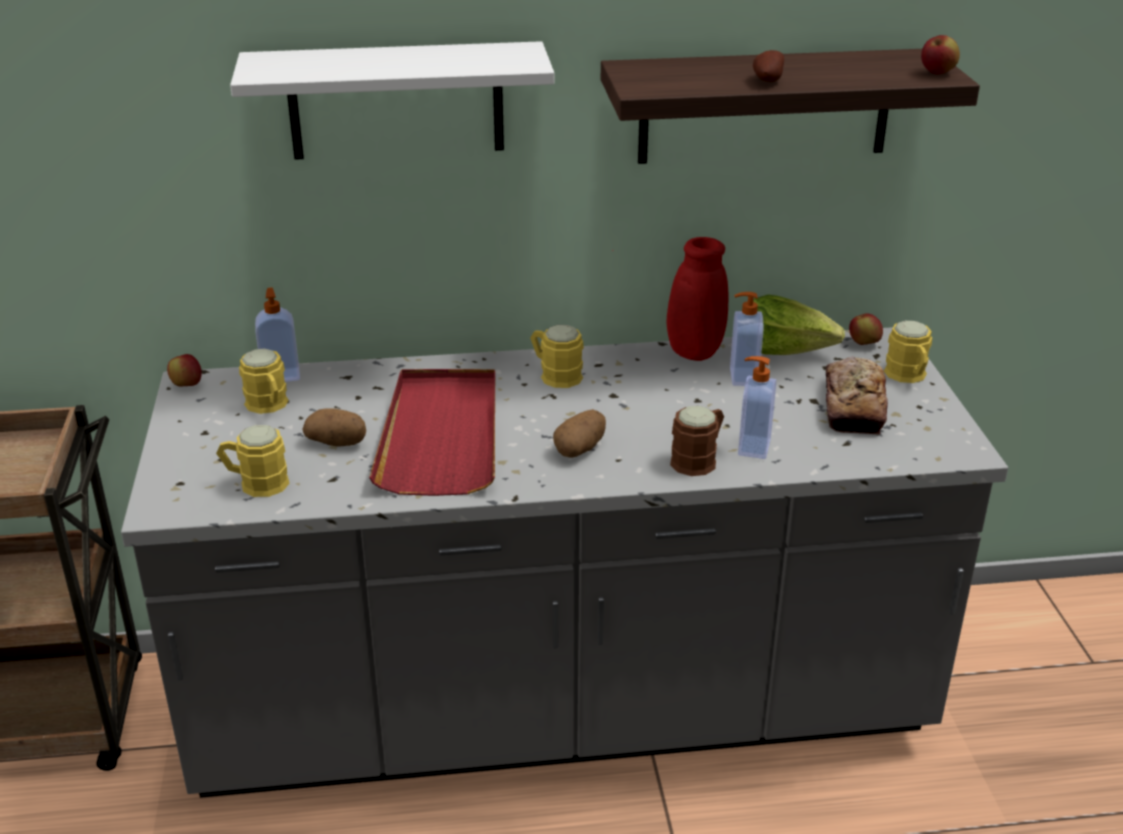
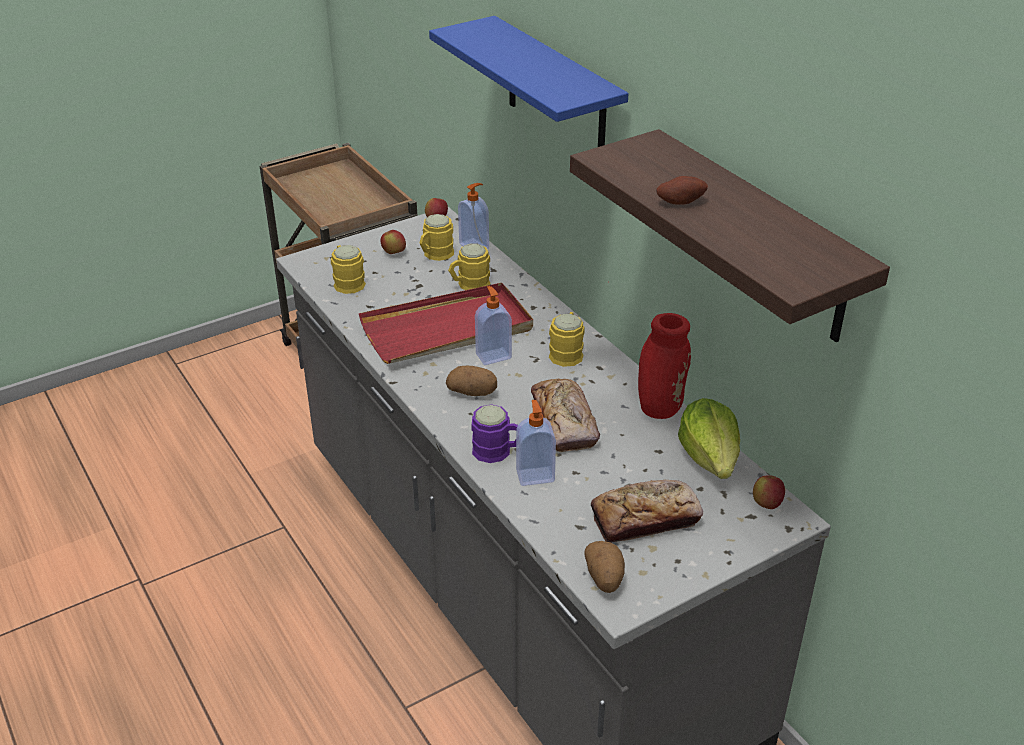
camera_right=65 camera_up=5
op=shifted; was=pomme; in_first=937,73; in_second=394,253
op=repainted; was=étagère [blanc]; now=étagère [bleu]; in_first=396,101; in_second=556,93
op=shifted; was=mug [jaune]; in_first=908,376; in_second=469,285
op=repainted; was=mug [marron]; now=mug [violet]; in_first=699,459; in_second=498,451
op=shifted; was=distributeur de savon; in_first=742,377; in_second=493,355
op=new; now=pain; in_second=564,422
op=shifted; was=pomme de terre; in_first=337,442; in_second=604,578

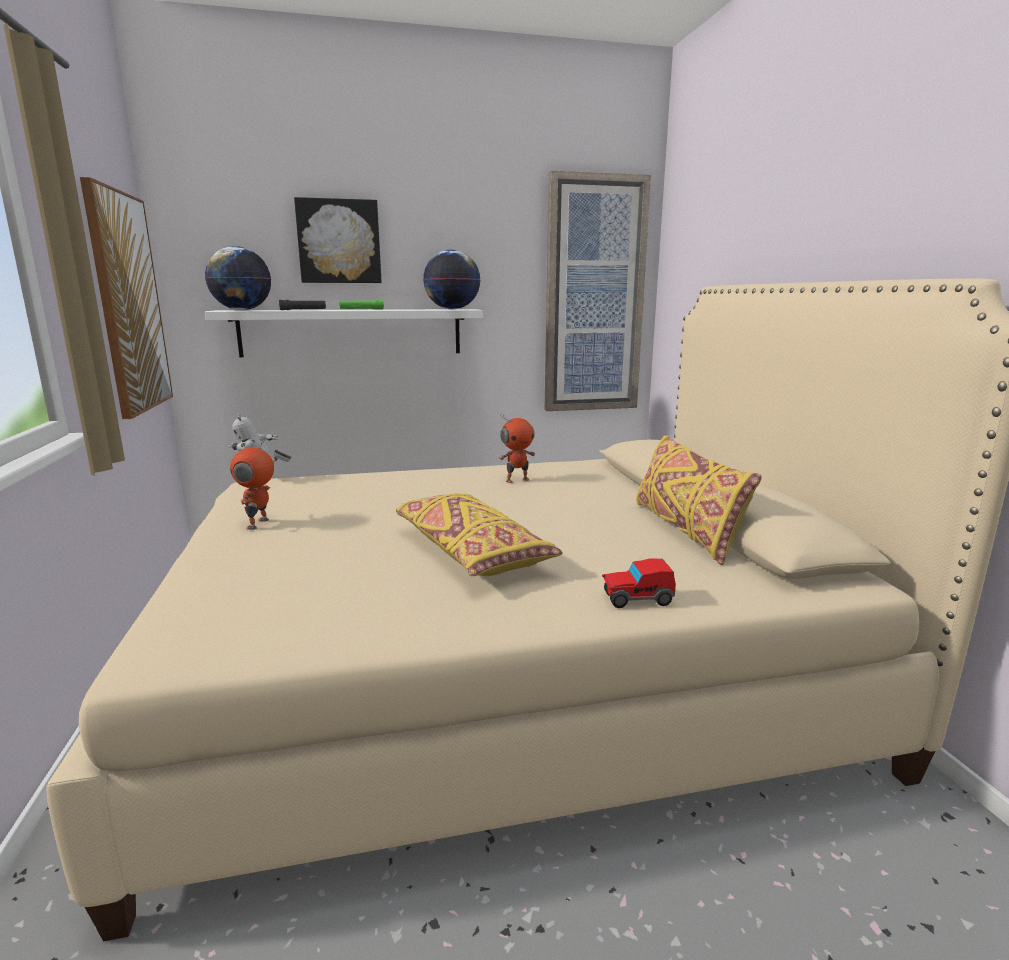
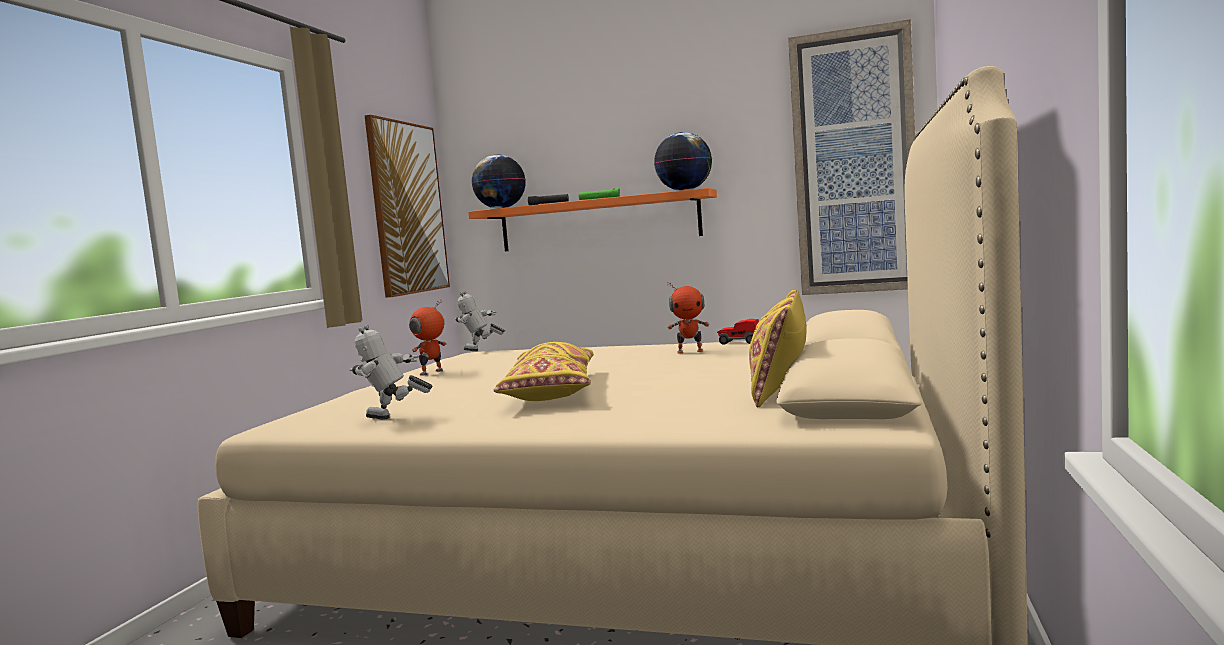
camera_right=30 camera_up=-10
op=new; now=robot jouet; in_second=393,419
op=repainted; was=étagère [blanc]; now=étagère [orange]; in_first=352,332; in_second=598,222
op=shifted; was=petite voiture; in_first=636,599; in_second=739,342
op=gone; was=tableau; in_first=339,242

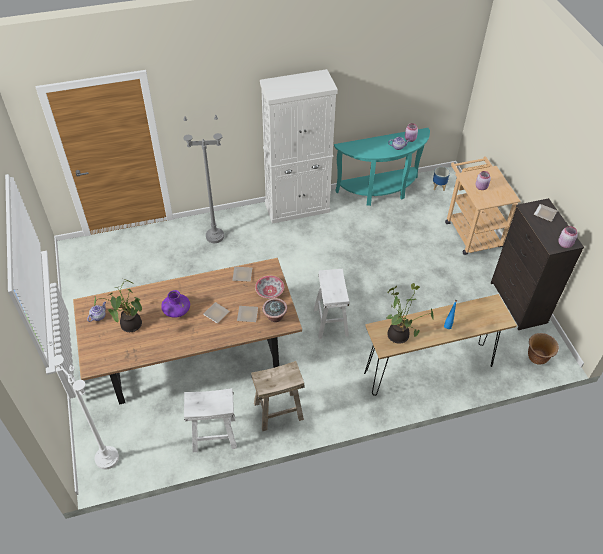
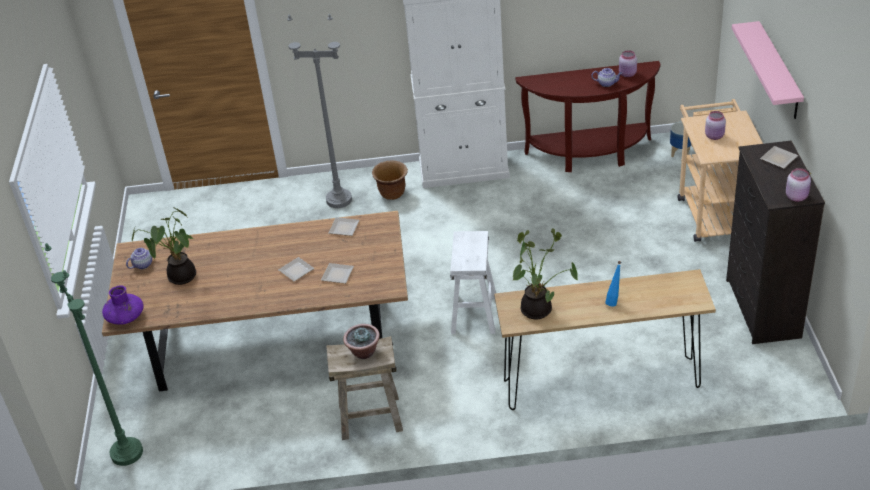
camera_right=15 camera_up=-10
op=repainted; was=lampadaire [blanc]; now=lampadaire [vert]; in_first=107,458; in_second=127,453
op=shifted; was=vase [violet]; in_first=176,310; in_second=125,317
op=shifted; was=plante en pot; in_first=275,317; in_second=363,352
op=shifted; was=cache-pot [marron]; in_first=537,358; in_second=392,194
op=repainted; was=table console [turquoise]; now=table console [marron]; in_first=380,191; in_second=590,155
op=new; now=étagère [rose]; in_second=779,71
op=gone; was=tabouret [blanc]; in_first=214,435
op=gone; was=bol; in_first=269,291

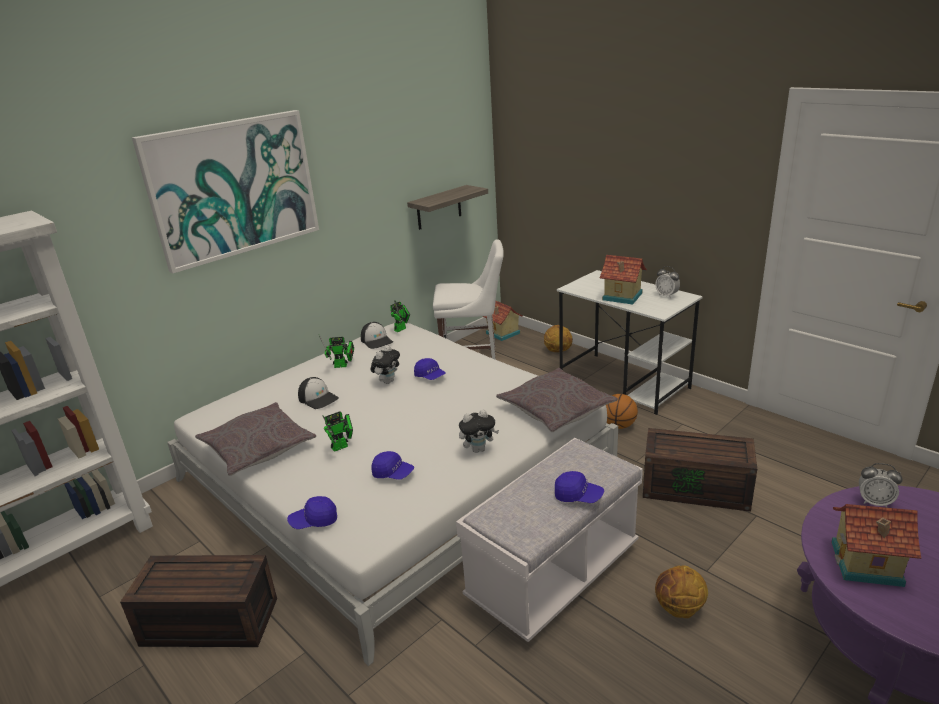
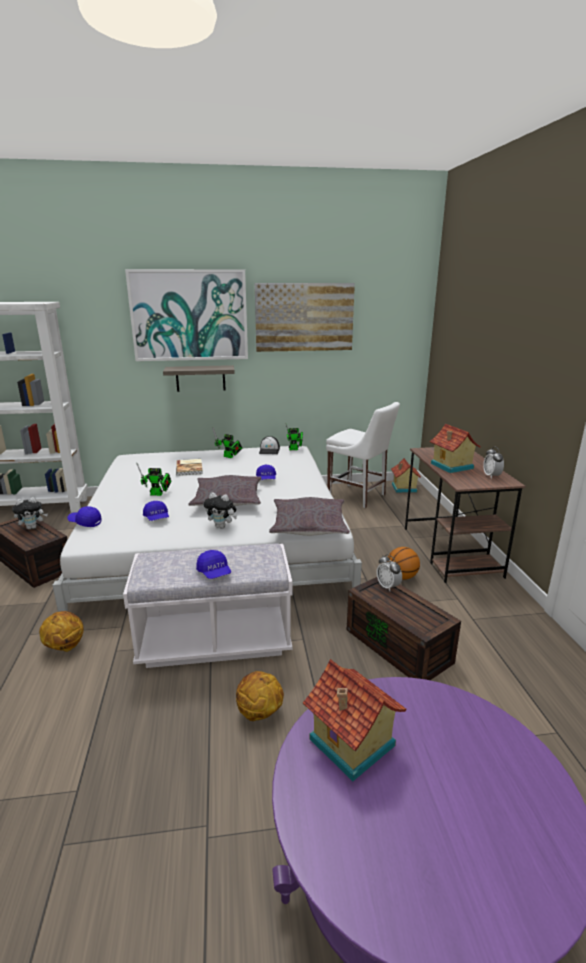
camera_right=35 camera_up=-5
op=shifted; was=peluche; in_first=387,381; in_second=32,527
op=shifted; was=ballon de basket; in_first=557,351; in_second=65,646
op=shifted; was=étagère; in_first=439,207; in_second=200,378
op=swapped; was=casquette; now=livre; in_first=318,398; in_second=190,468
op=shifted; was=coussin [gris]; in_first=257,447; in_second=227,499
op=new; now=tableau; in_second=304,317
op=shifted; was=réveil; in_first=874,502; in_second=388,586
op=repainted; was=bureau [blanc]; now=bureau [marron]; in_first=624,383; in_second=451,551

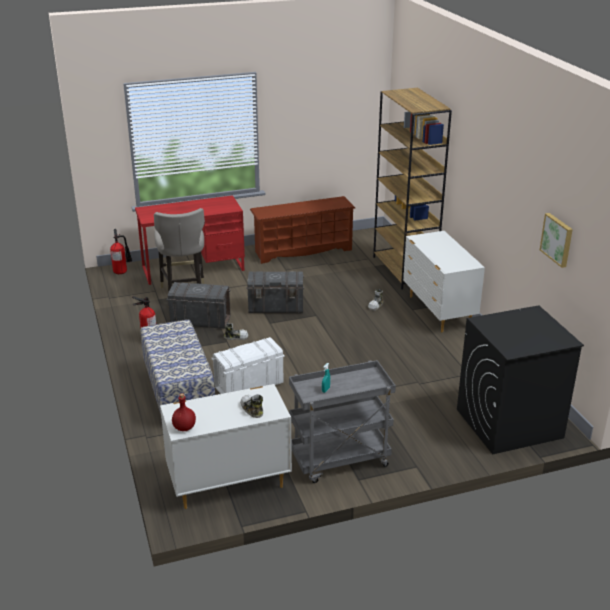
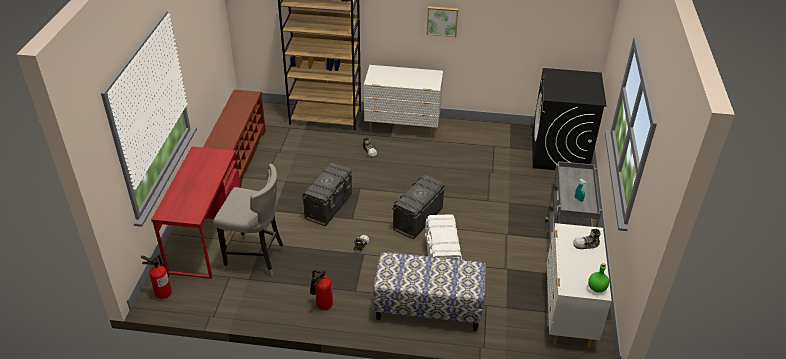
camera_right=-65 camera_up=10
op=shifted; was=boîte de rangement [gris]; in_first=200,320; in_second=417,219
op=shifted; was=tableau; in_first=557,239; in_second=442,21
op=repainted; was=bouteille [rouge]; now=bouteille [vert]; in_first=184,427; in_second=596,288

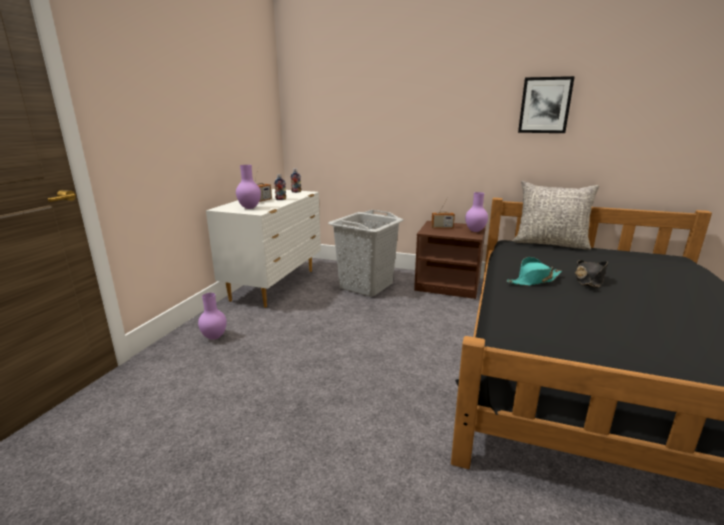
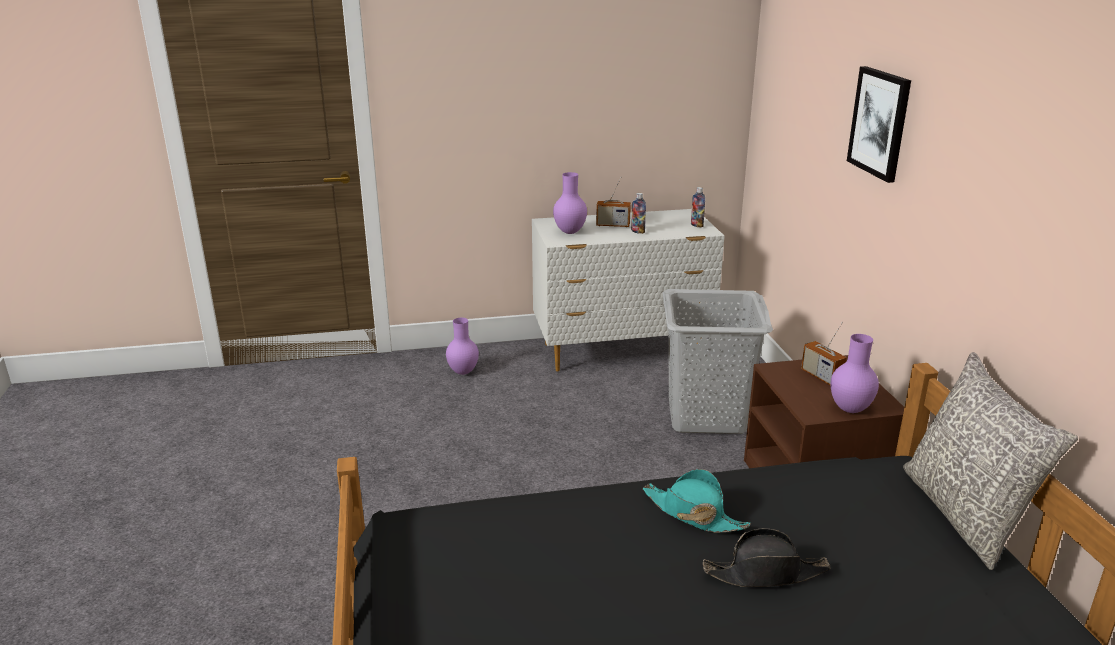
camera_right=60 camera_up=5
op=shifted; was=tableau; in_first=545,105; in_second=880,123

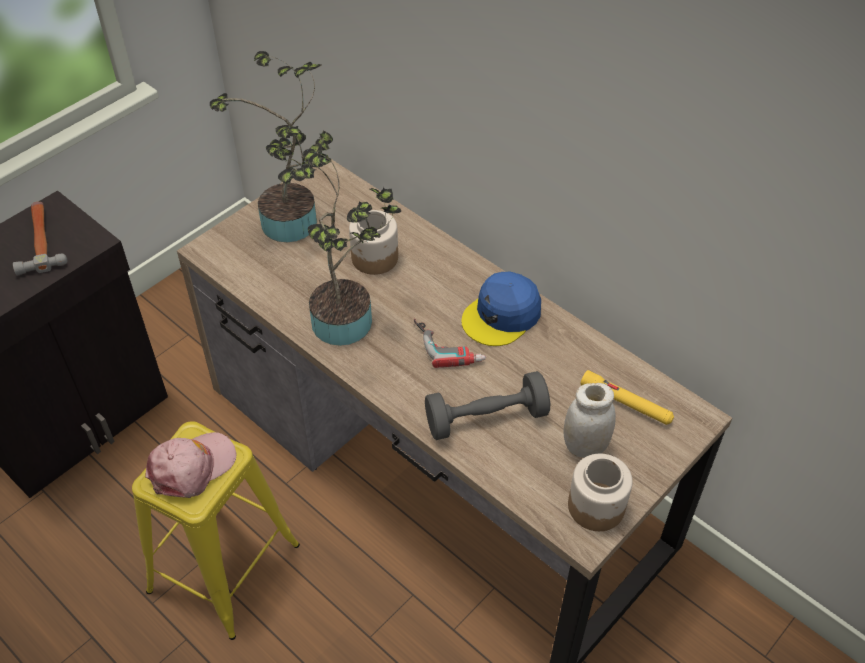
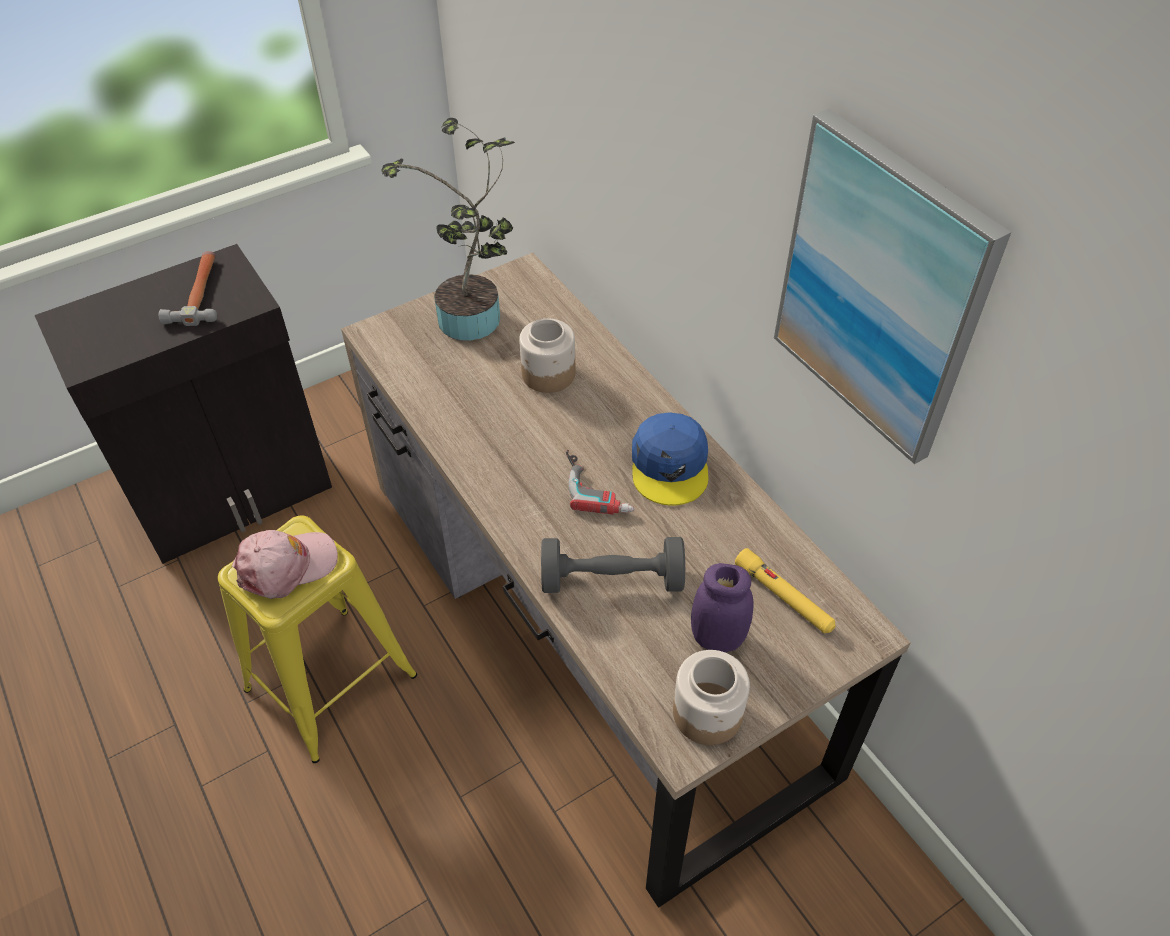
camera_right=15 camera_up=0
op=rotated; was=casquette [bleu]; in_first=502,315; in_second=670,465; clockwise=-60
op=repainted; was=bocal [blanc]; now=bocal [violet]; in_first=585,446; in_second=717,638
op=new; now=tableau; in_second=880,290
op=gone; was=plante en pot; in_first=348,318

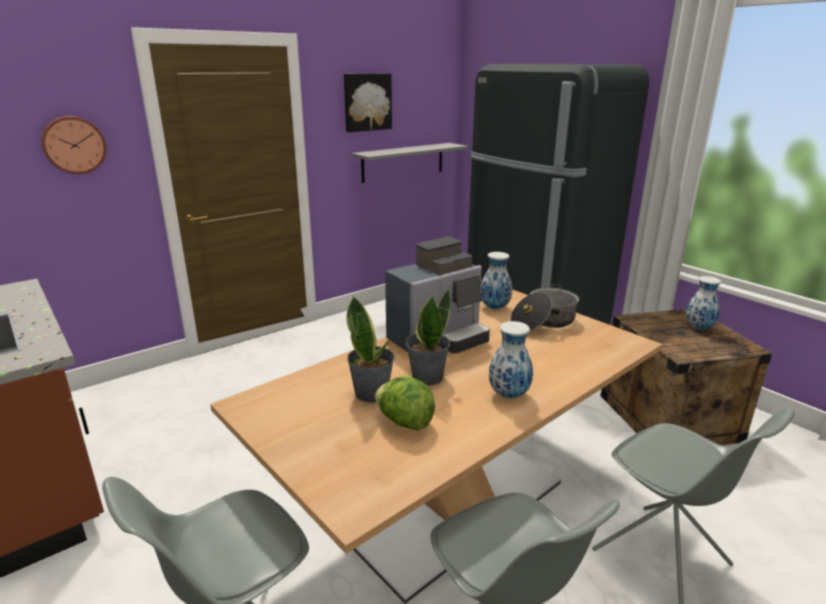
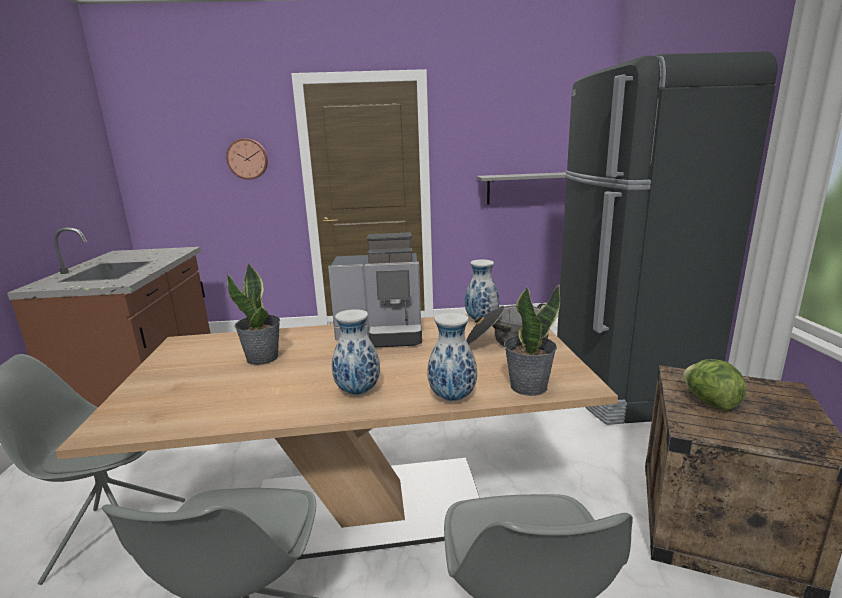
camera_right=35 camera_up=-5
op=shifted; was=vase; in_first=699,328; in_second=452,398
op=shifted; was=plante en pot; in_first=427,377; in_second=528,386
op=shifted; was=laitue; in_first=404,422; in_second=709,402
op=gone; was=tableau; in_first=367,102

